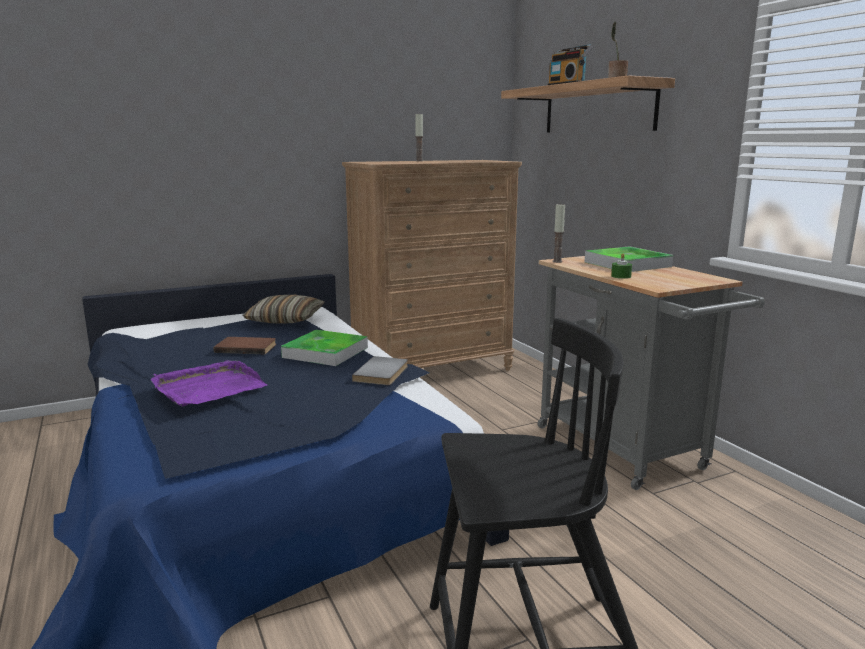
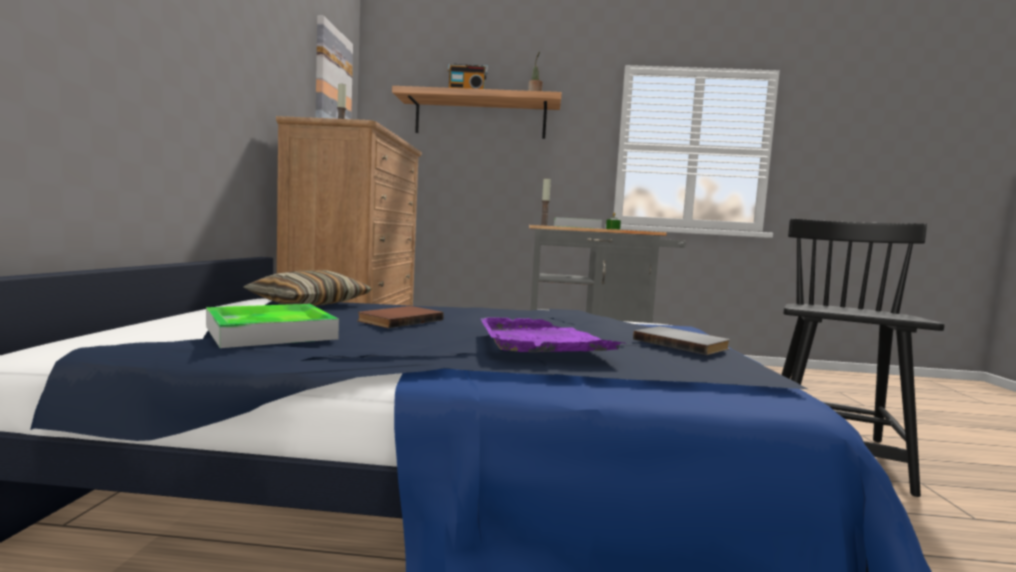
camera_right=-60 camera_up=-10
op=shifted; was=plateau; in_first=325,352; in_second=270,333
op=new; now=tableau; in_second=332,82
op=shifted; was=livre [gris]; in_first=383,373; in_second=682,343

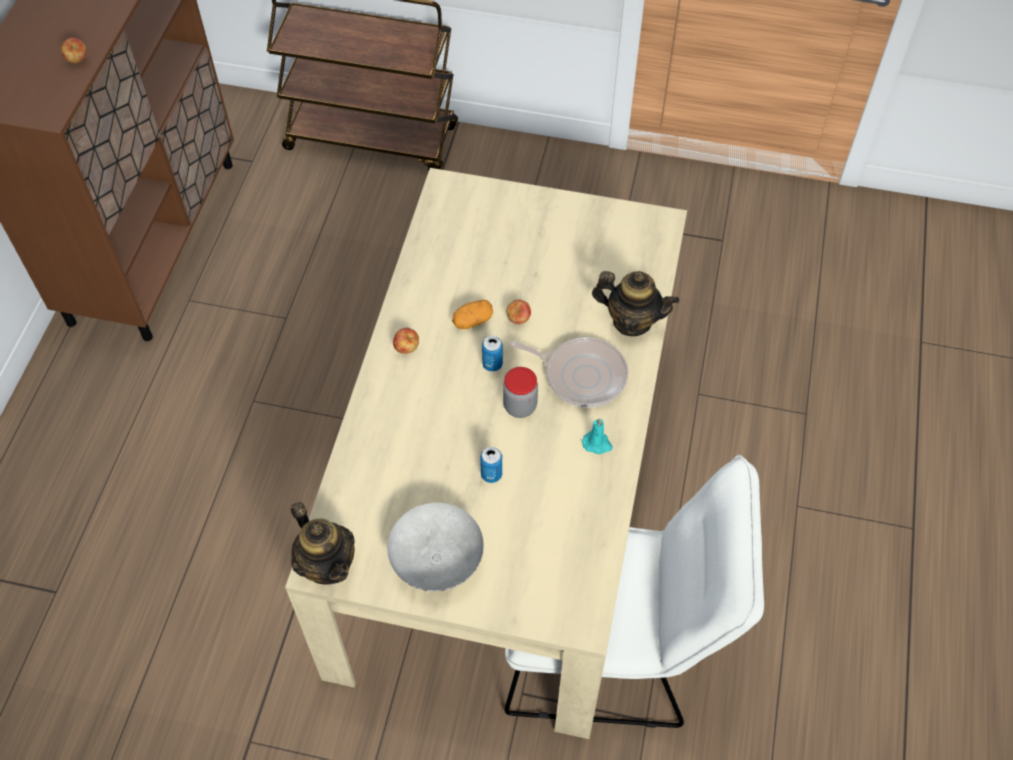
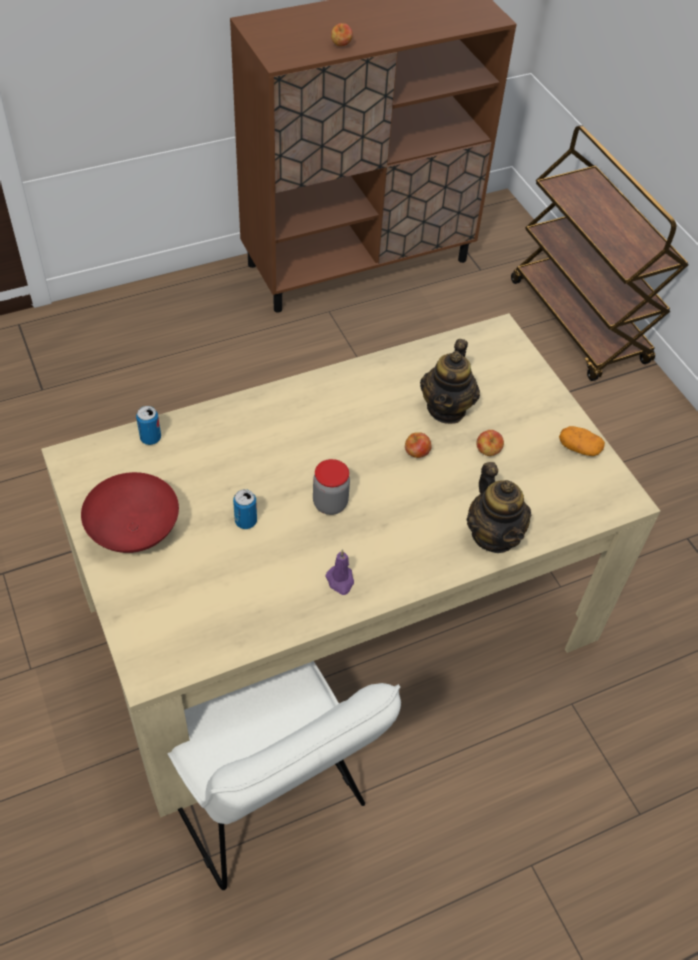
camera_right=50 camera_up=-5
op=repainted; was=bol [gris]; now=bol [rouge]; in_first=437,562; in_second=133,532
op=shifted; was=boîte métallique; in_first=492,364; in_second=150,438
op=repainted; was=bougie [turquoise]; now=bougie [violet]; in_first=597,444; in_second=340,581
op=shifted; was=théière; in_first=327,564; in_second=447,408
op=shifted; was=pomme; in_first=406,348; in_second=487,451
op=shifted; was=pomme de terre; in_first=472,321; in_second=579,448
op=gone; was=poêle; in_first=581,375

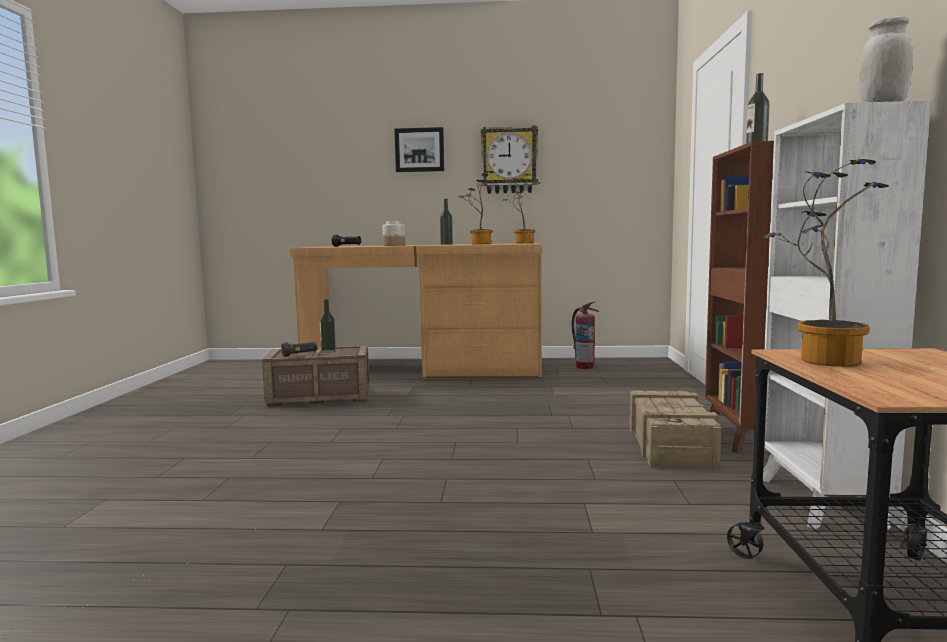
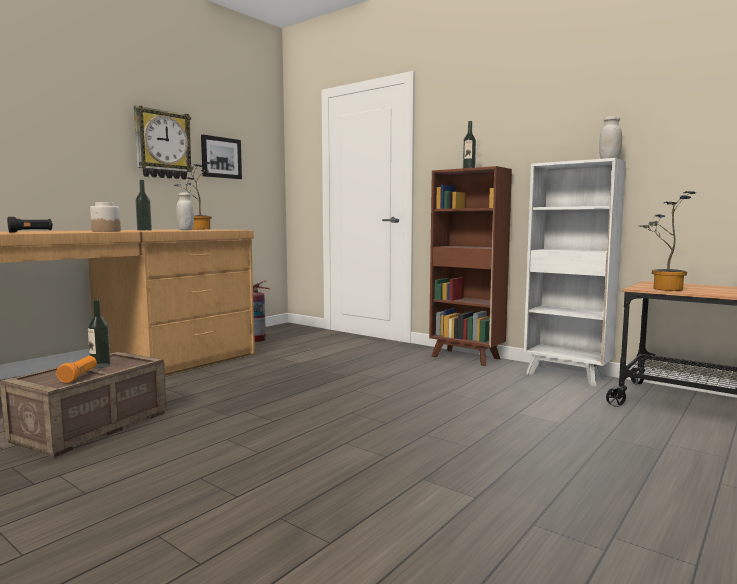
camera_right=-55 camera_up=0
op=repainted; was=lampe de poche [noir]; now=lampe de poche [orange]; in_first=300,354; in_second=79,376
op=swapped; was=plante en pot; now=bocal [blanc]; in_first=478,244; in_second=185,230
op=shifted; was=tableau; in_first=419,150; in_second=221,157
op=gone; was=caisse; in_first=670,444

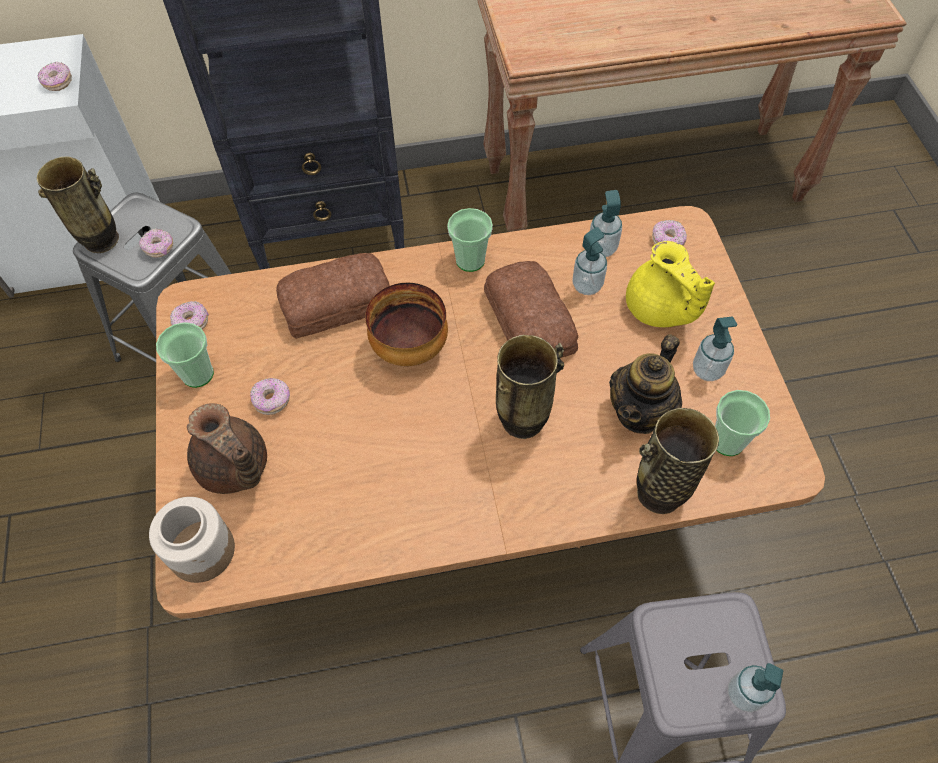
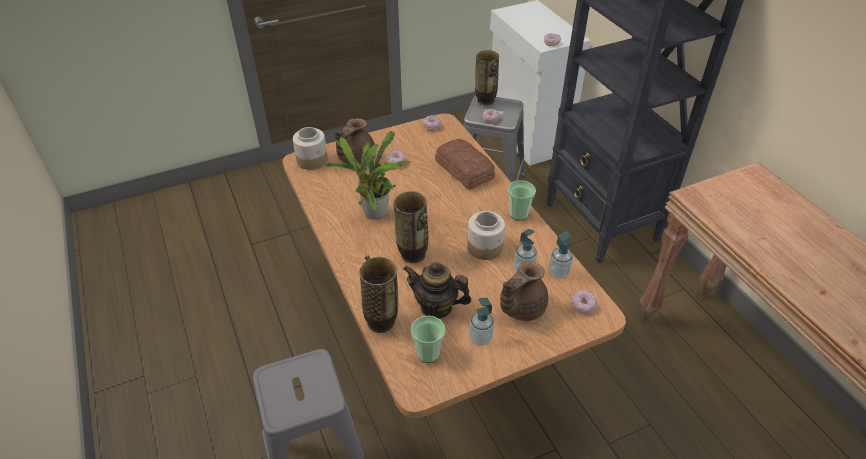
camera_right=75 camera_up=-15
op=new; now=plante en pot; in_second=374,215
op=swapped; was=pain; now=bocal; in_first=530,320; in_second=485,247
op=repainted; was=théière [jaune]; now=théière [marron]; in_first=659,309; in_second=520,308
op=gone; was=tasse; in_first=197,374
op=gone; was=bol; in_first=409,348
op=gone; was=distributeur de savon; in_first=744,694

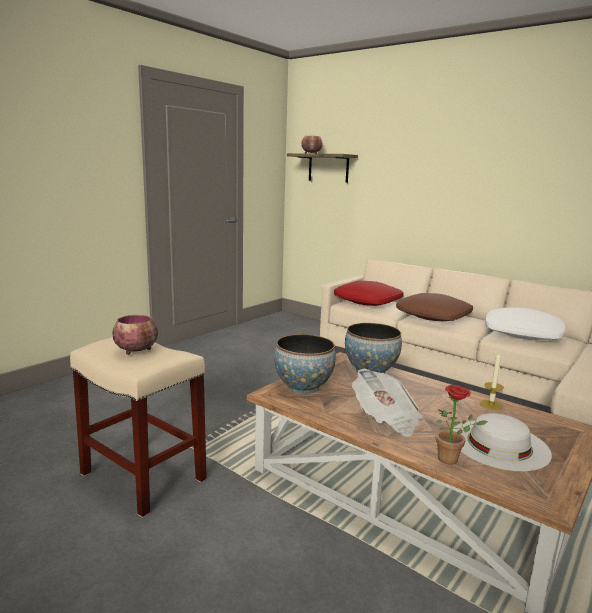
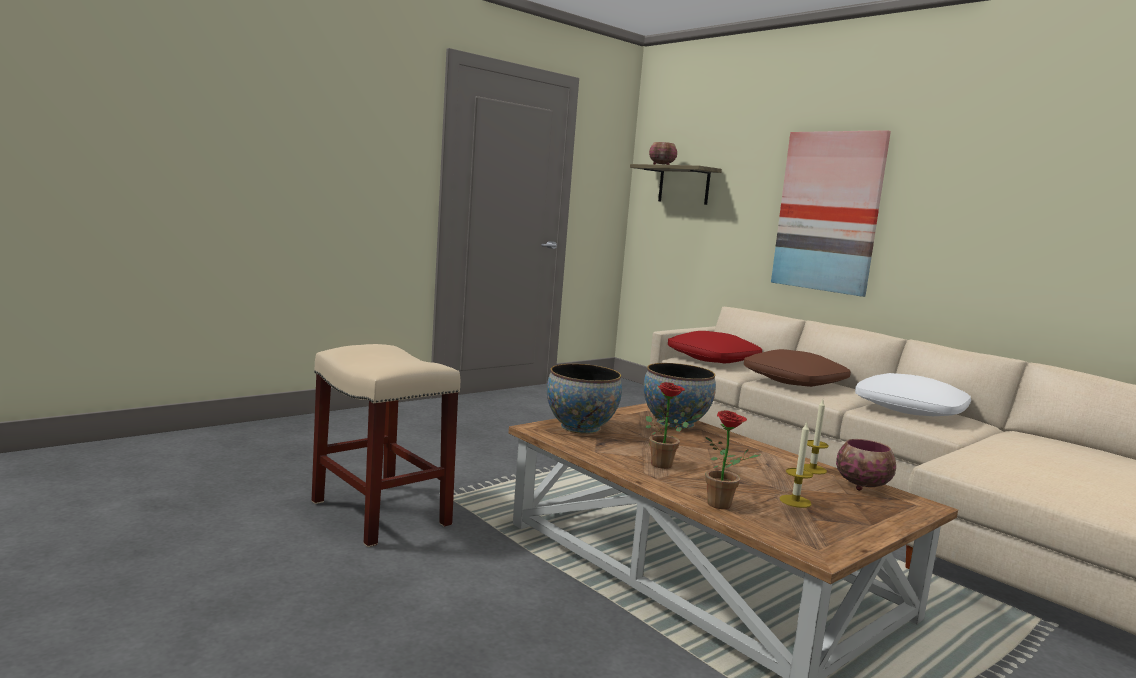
camera_right=10 camera_up=-5
op=swapped; was=journal; now=plante en pot; in_first=386,419; in_second=666,465
op=new; now=tableau; in_second=828,212
op=swapped; was=chapeau [blanc]; now=bougie; in_first=499,444; in_second=795,501
op=shifted; was=bol; in_first=137,350; in_second=863,486

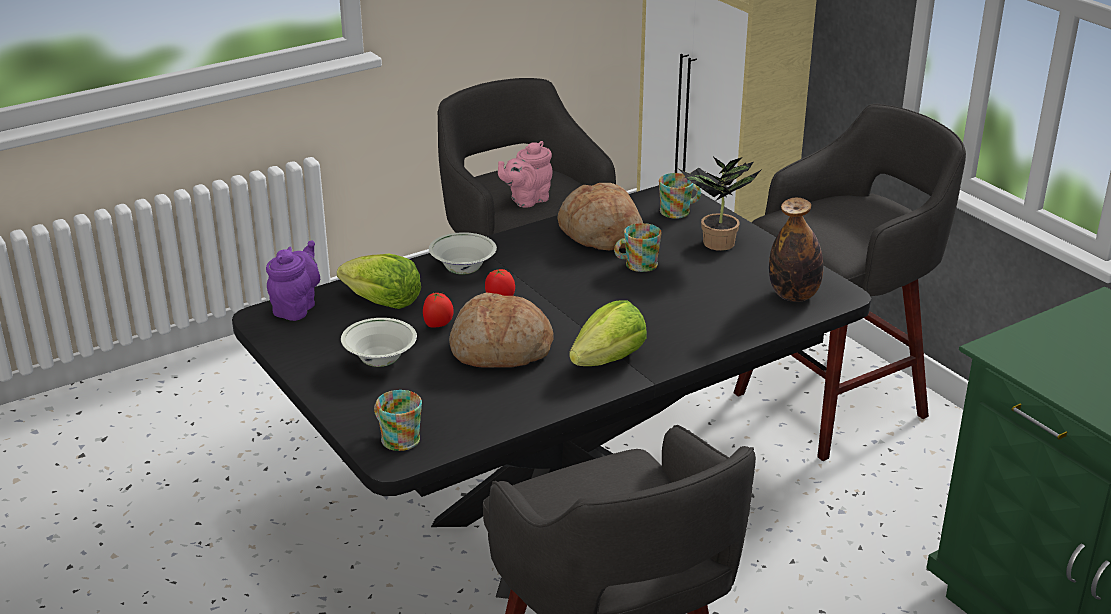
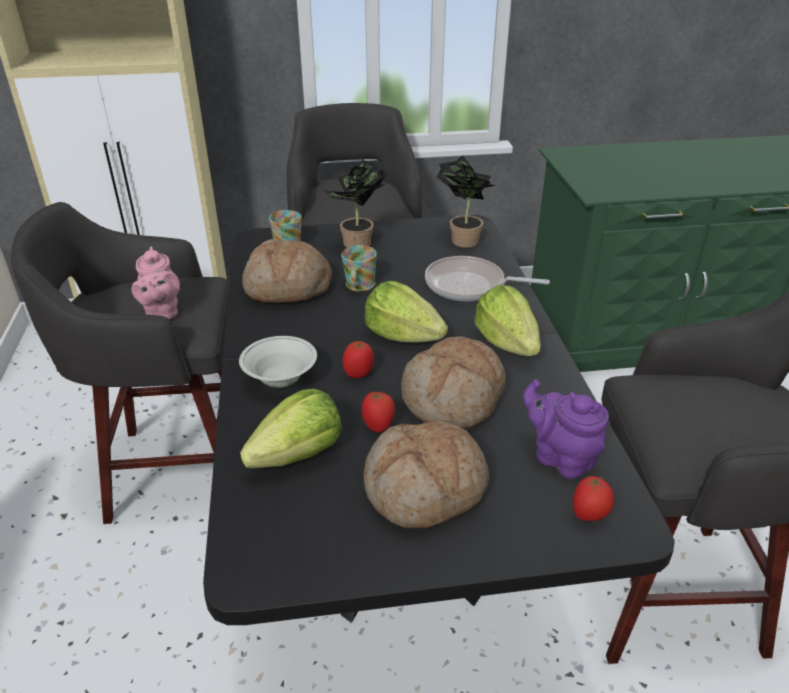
camera_right=-65 camera_up=5
op=swapped; was=bol [blanc]; now=pain; in_first=380,361; in_second=425,489
op=new; now=laitue; in_second=403,336
op=new; now=poêle; in_second=470,286
op=swapped; was=bouteille; now=plante en pot; in_first=793,295; in_second=461,239
op=shifted; was=théière [violet]; in_first=296,307; in_second=560,457
op=swapped; was=mug; now=tomate; in_first=397,437; in_second=589,515

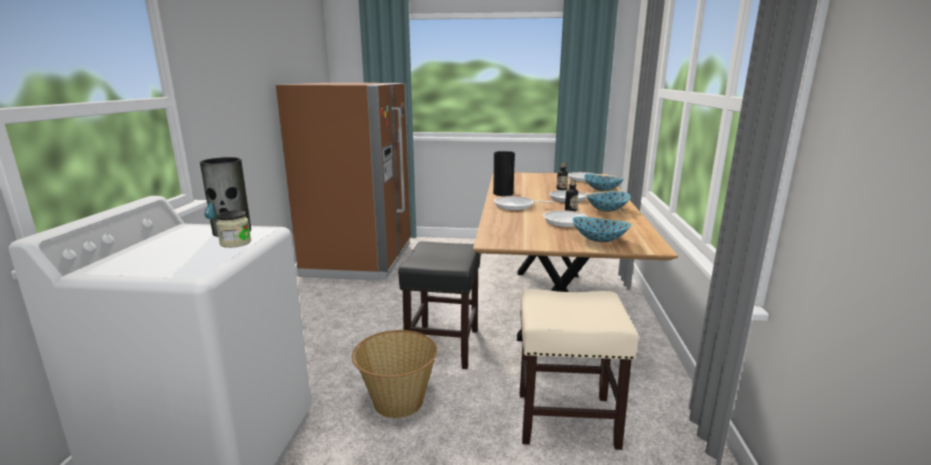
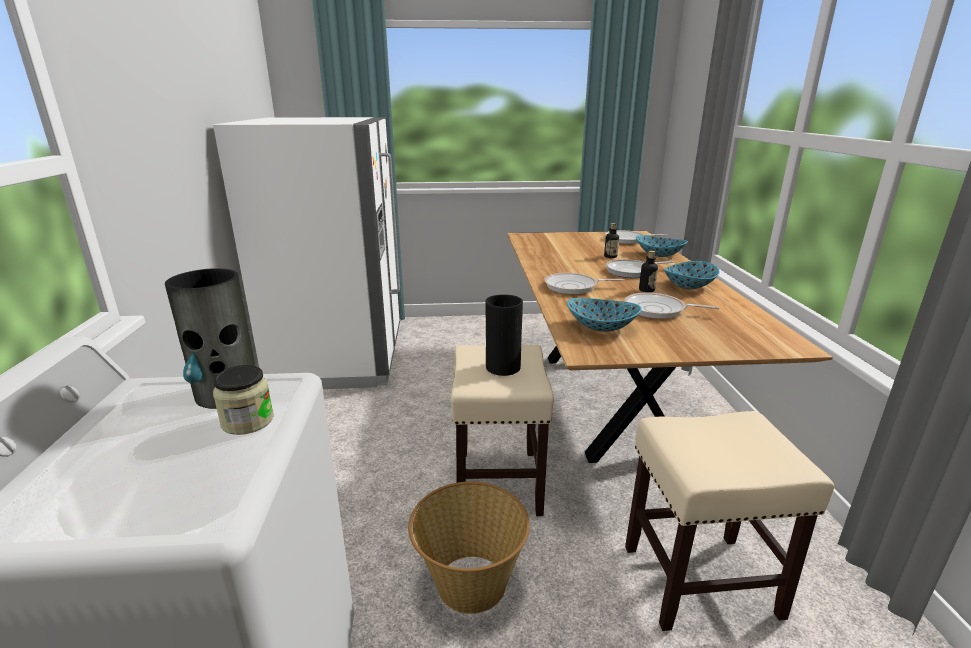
camera_right=-10 camera_up=5
op=repainted; was=réfrigérateur [marron]; now=réfrigérateur [blanc]; in_first=360,260; in_second=340,357
op=repainted; was=tabouret [noir]; now=tabouret [beige]; in_first=443,345; in_second=498,481
op=shifted; was=vase; in_first=503,193; in_second=503,366
op=shifted; was=bol; in_first=599,239; in_second=601,327

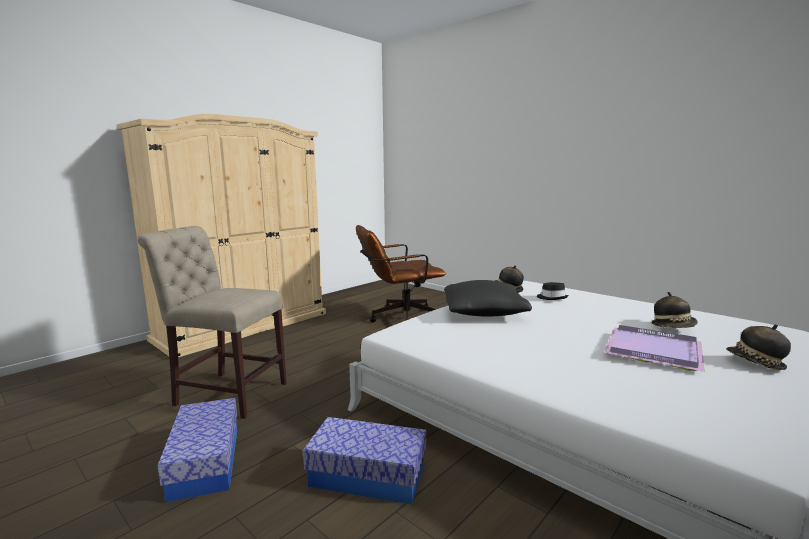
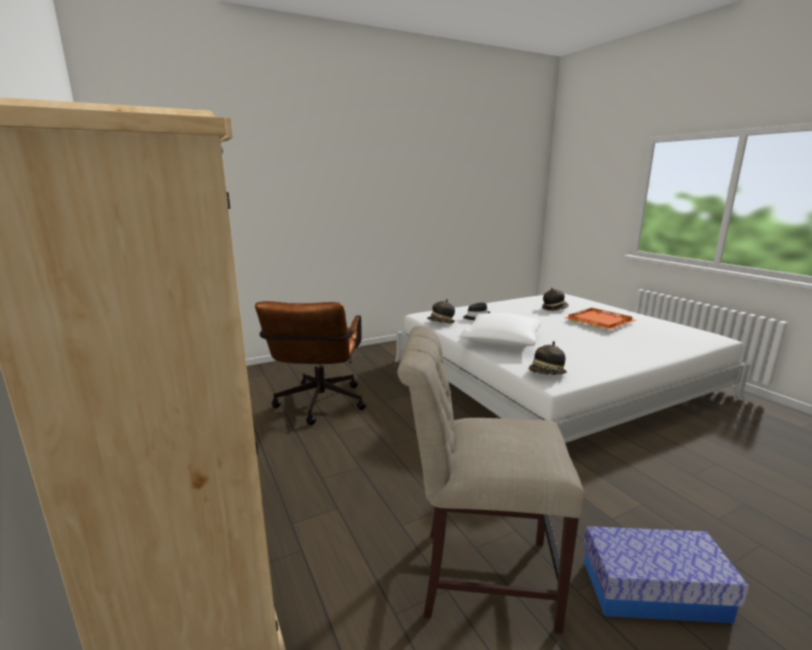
camera_right=-70 camera_up=5
op=rotated; was=chaise [beige]; in_first=227,392; in_second=478,574; clockwise=60
op=repainted; was=coussin [noir]; now=coussin [blanc]; in_first=484,312; in_second=502,341
op=shifted; was=chapeau; in_first=755,363; in_second=547,374
op=repainted; was=plateau [violet]; now=plateau [orange]; in_first=655,351; in_second=601,321
op=gone; was=boîte de rangement; in_first=367,476

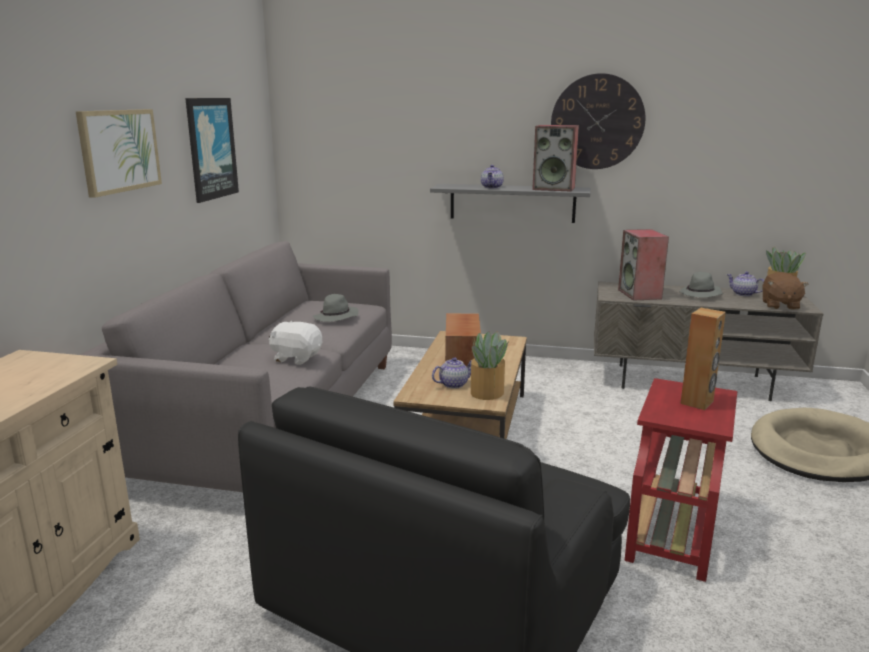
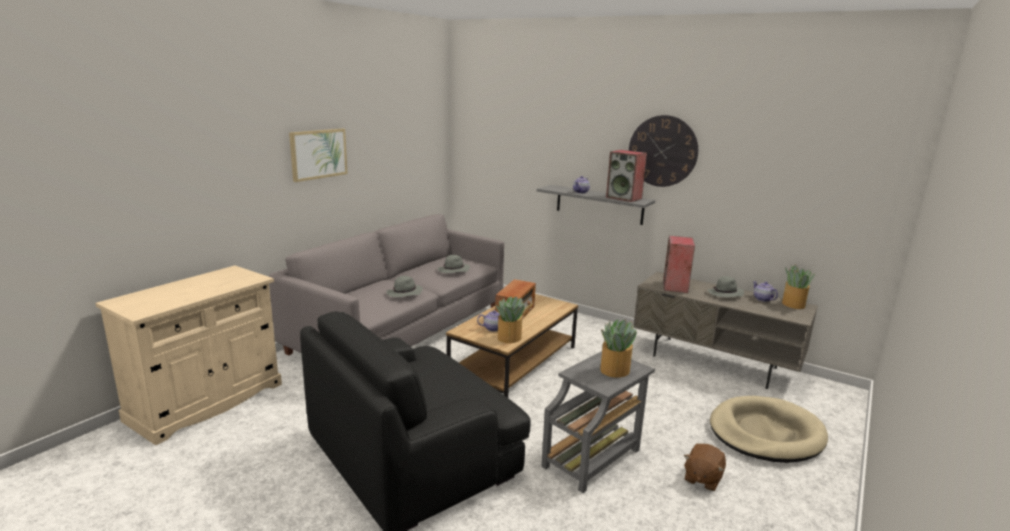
camera_right=20 camera_up=0
op=swapped; was=peluche [blanc]; now=chapeau [gris]; in_first=296,358; in_second=404,293
op=repainted; was=table d'appoint [rouge]; now=table d'appoint [gris]; in_first=673,530; in_second=593,457
op=swapped; was=enceinte [marron]; now=plante en pot; in_first=697,402; in_second=614,370
op=shifted; was=peluche [marron]; in_first=779,305; in_second=702,478
op=gone; was=tableau; in_first=211,148

